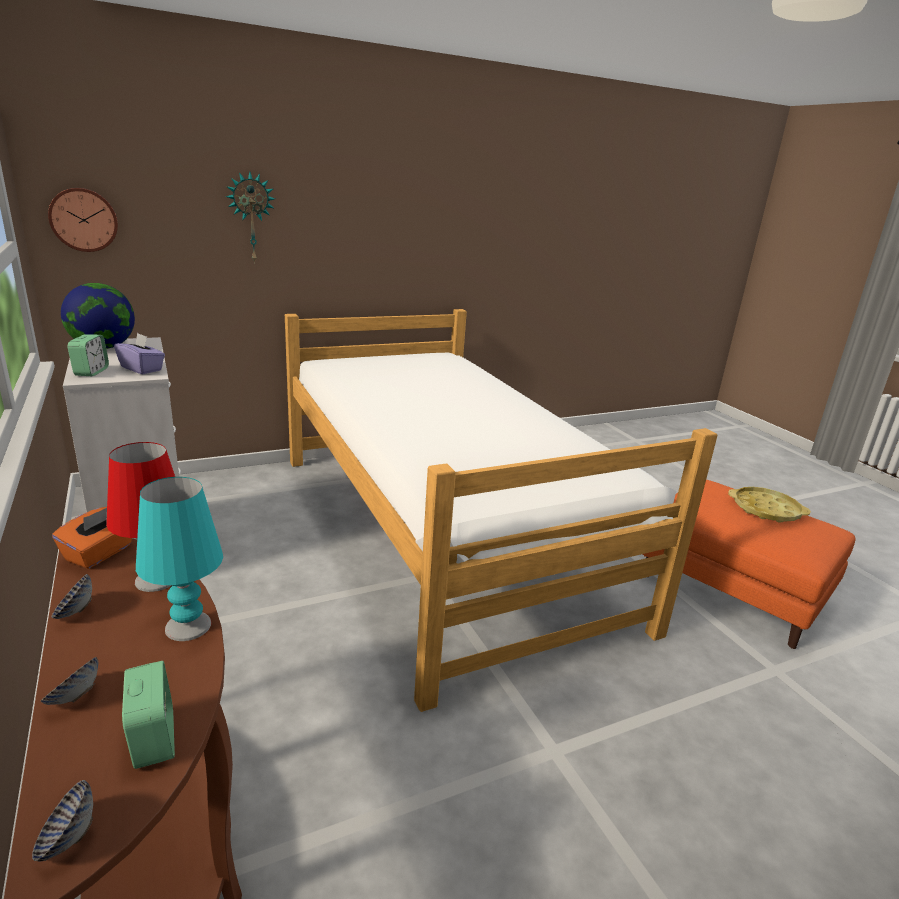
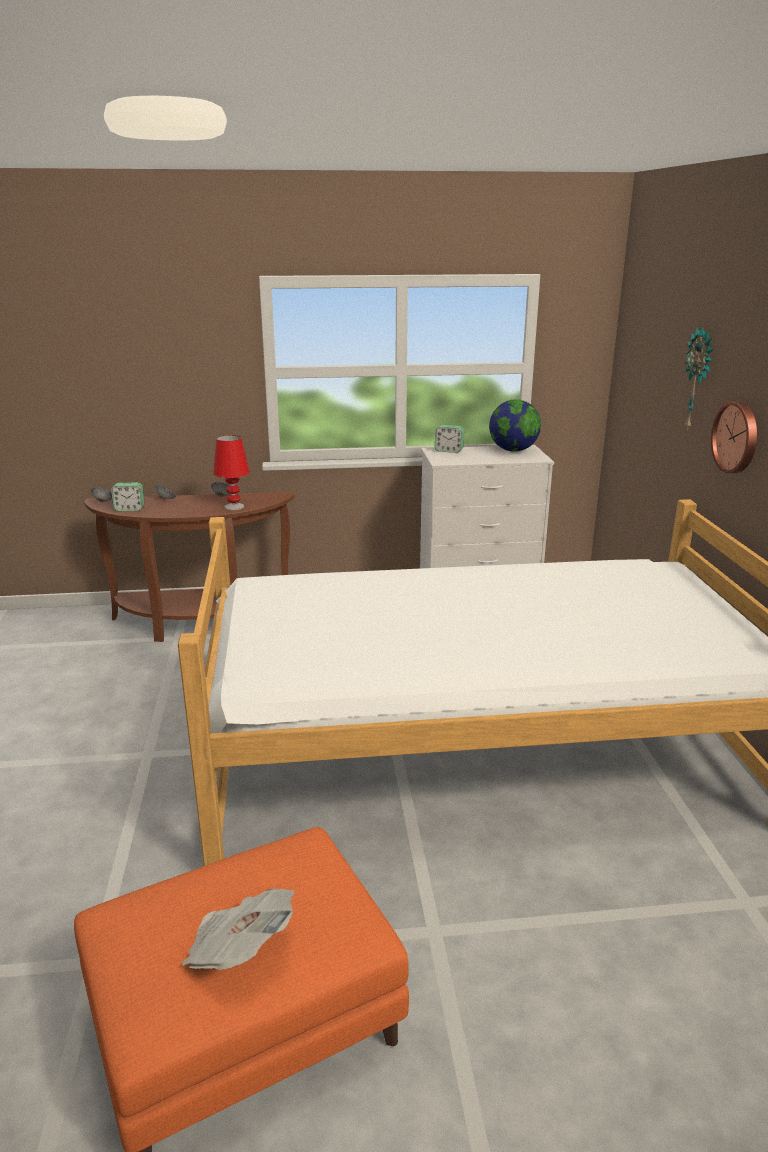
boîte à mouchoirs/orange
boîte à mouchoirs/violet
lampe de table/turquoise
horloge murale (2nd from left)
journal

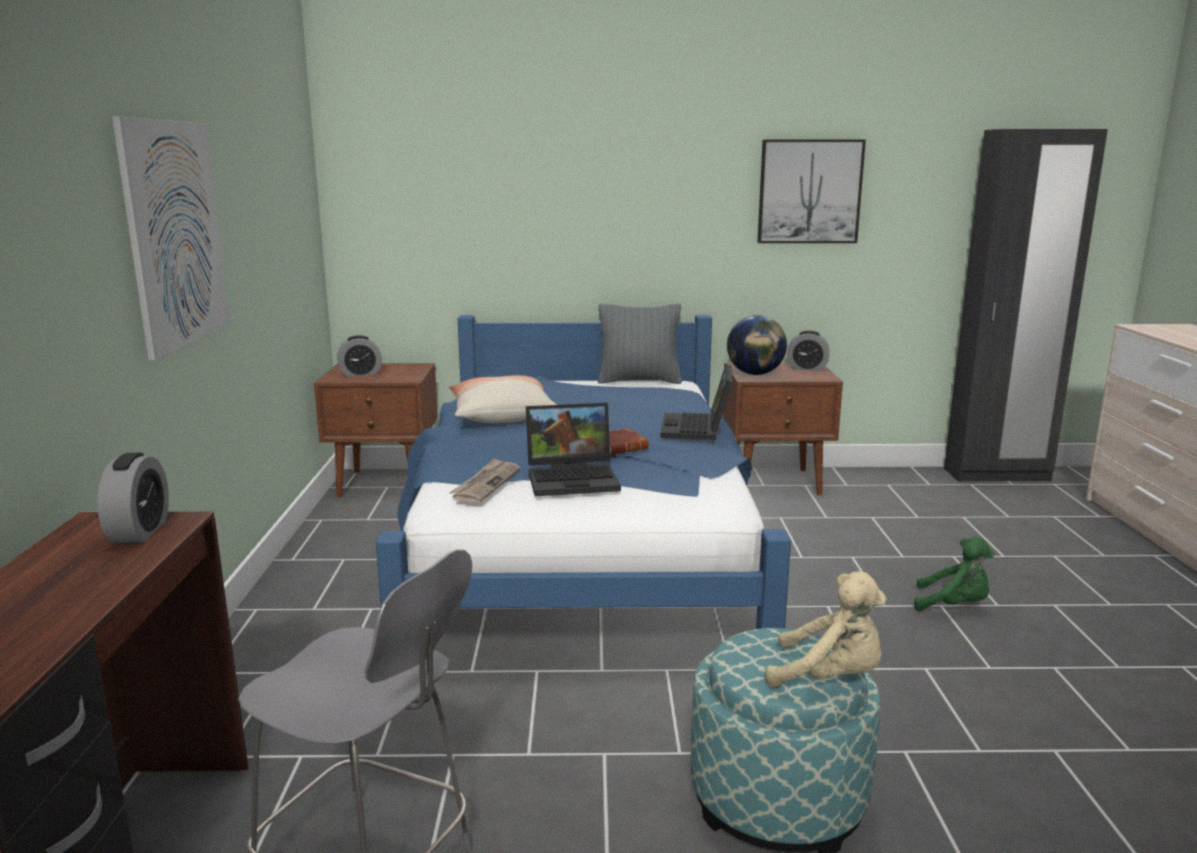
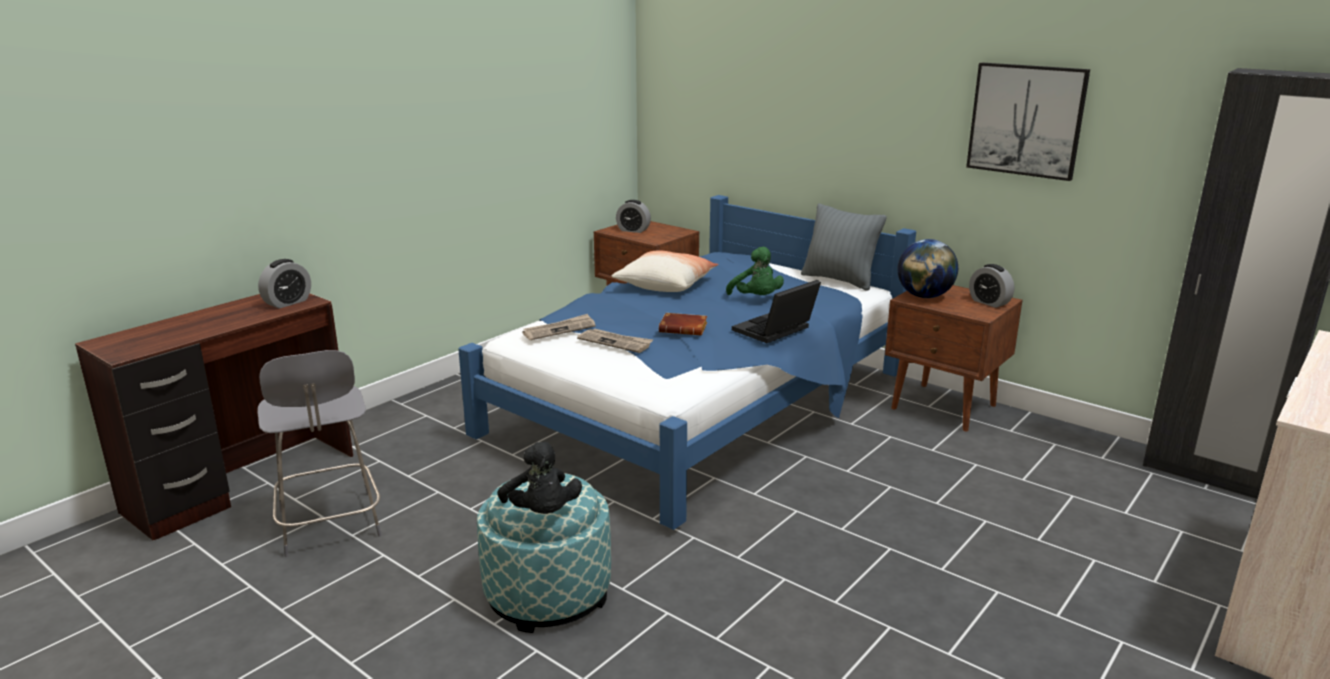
tableau (1st from left in the first image)
peluche/vert
journal (2nd from left)
peluche/noir

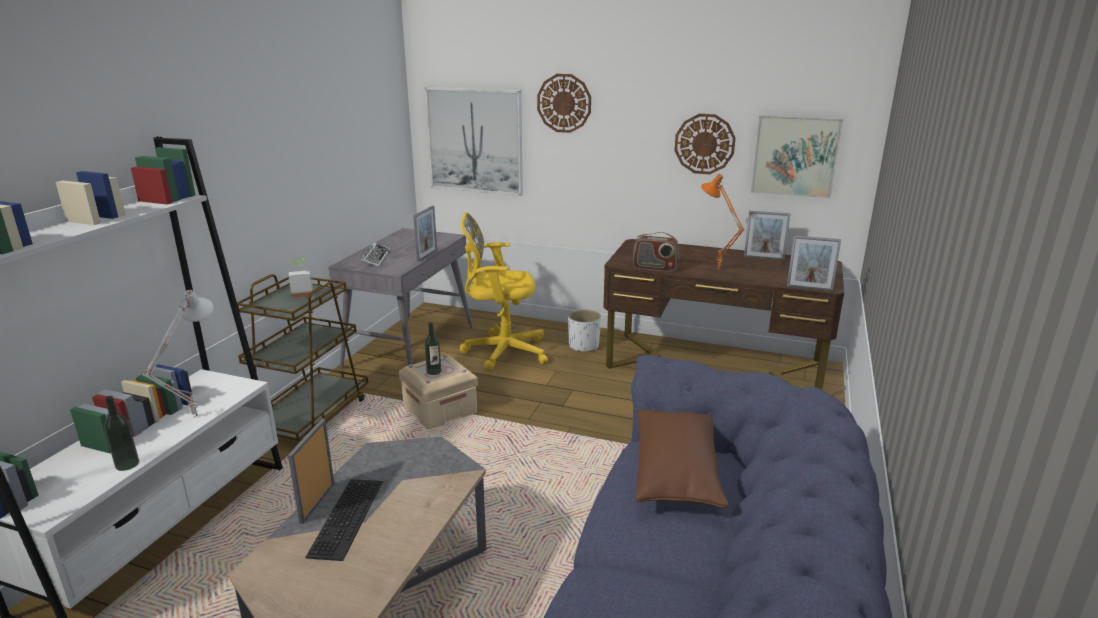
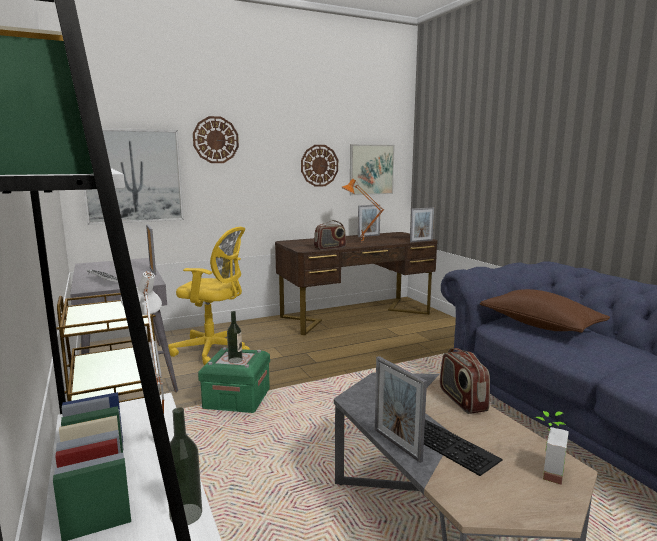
cache-pot/blanc
radio (2nd from left)
plante en pot
boîte de rangement/vert
chaise de bureau/jaune

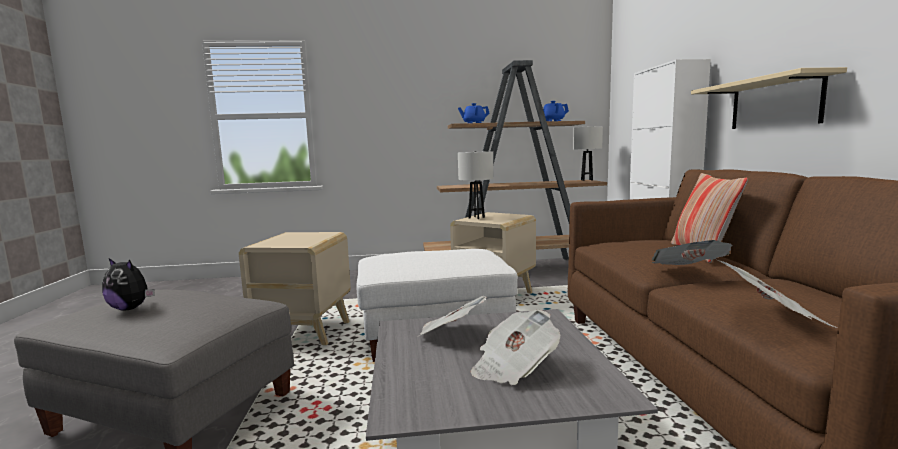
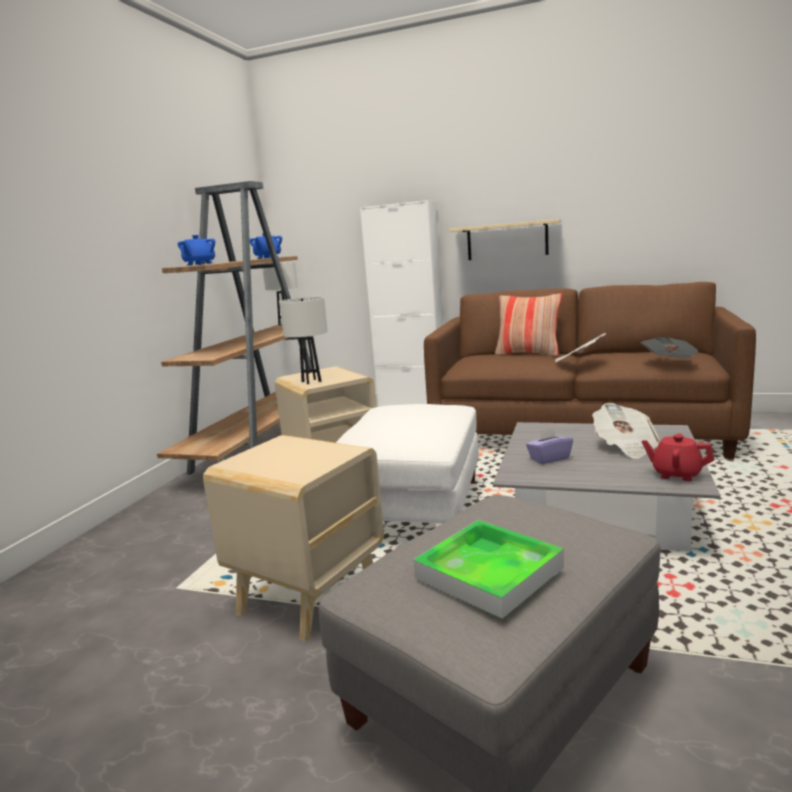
théière/rouge
plateau
boîte à mouchoirs/violet

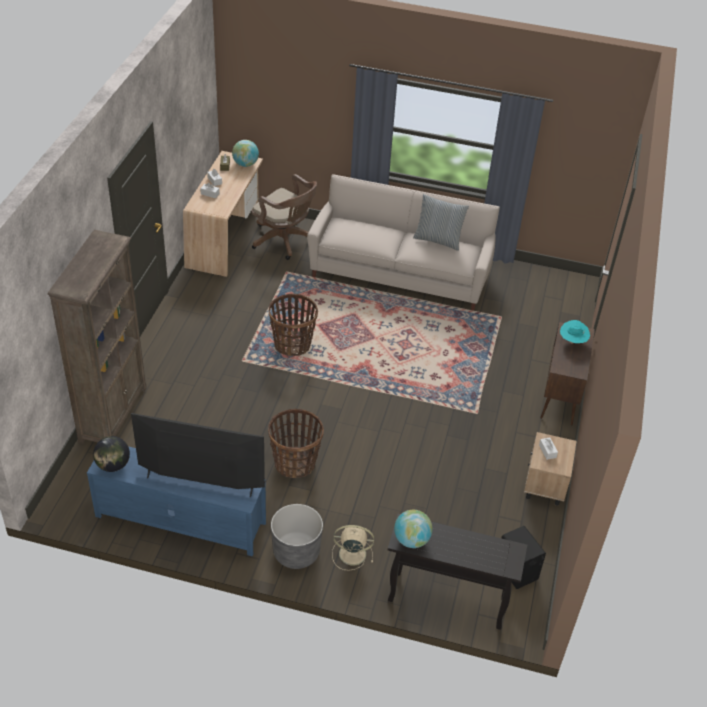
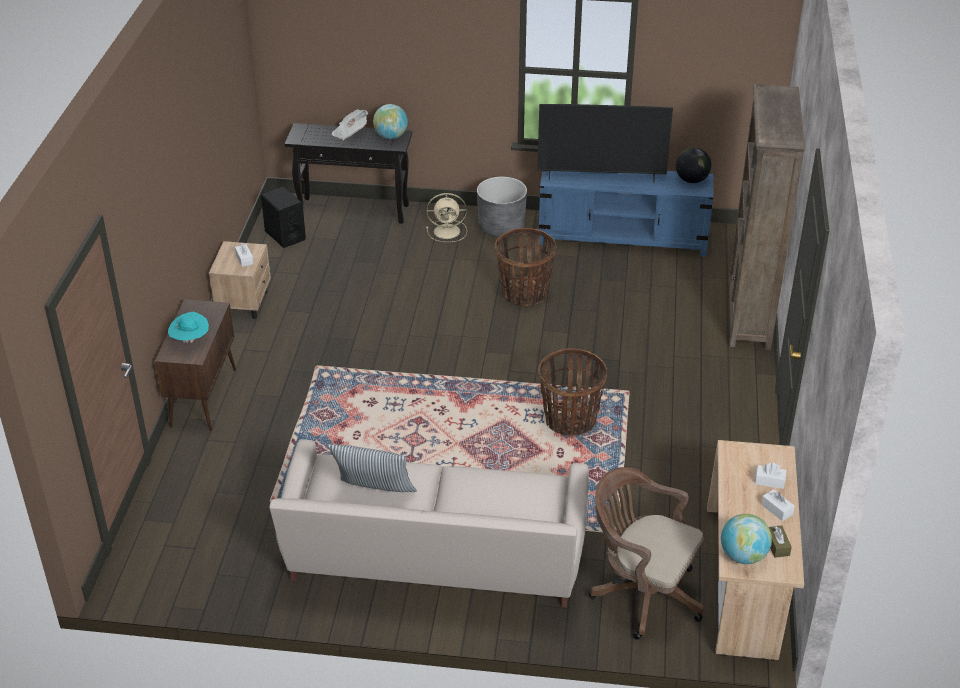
journal

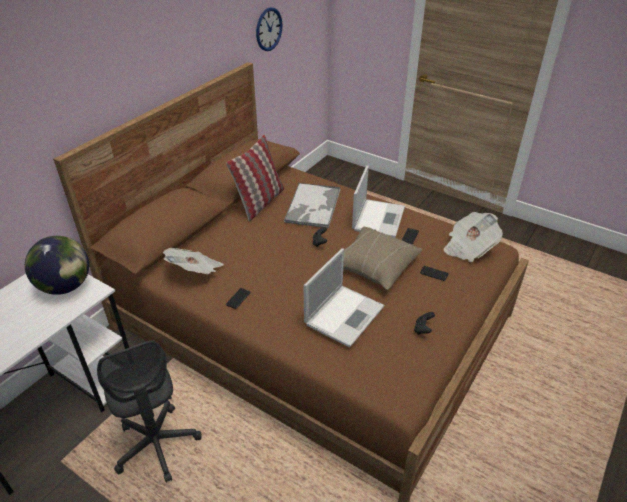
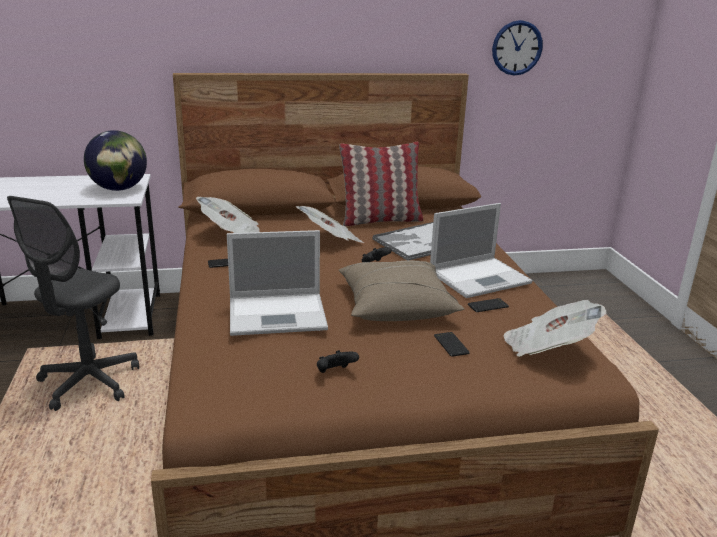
journal (2nd from left)

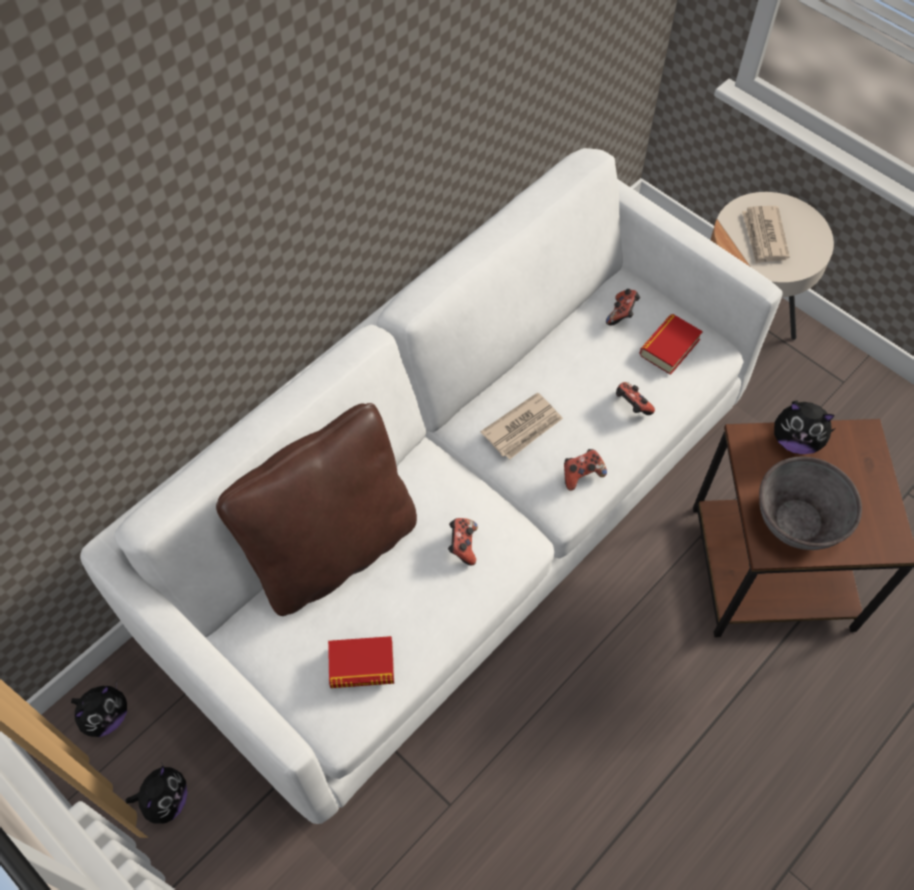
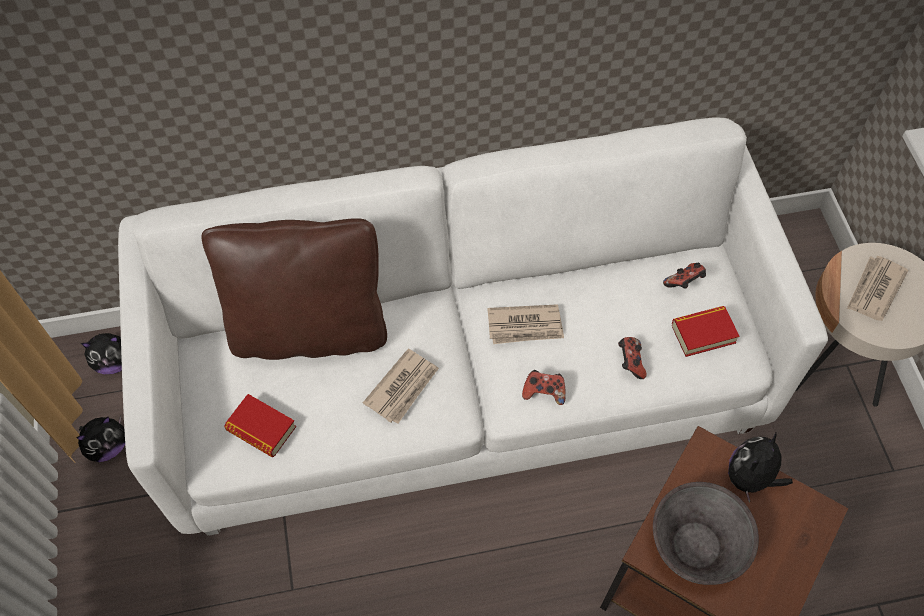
journal (1st from left)
peluche (3rd from left)

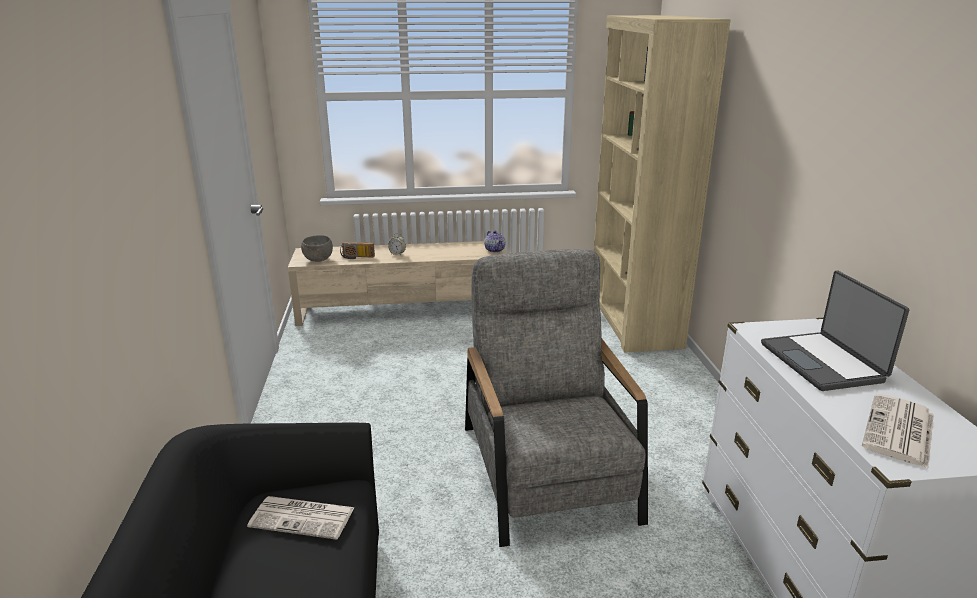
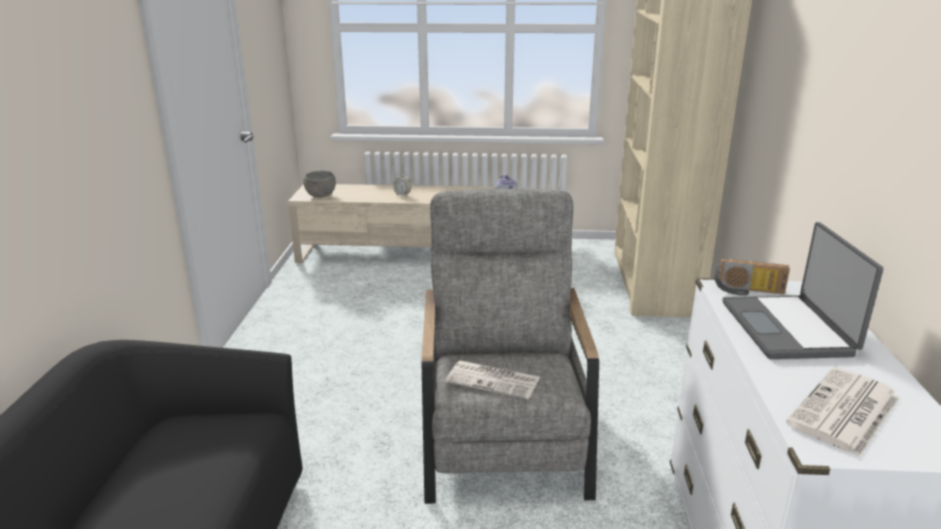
journal (1st from left)
radio

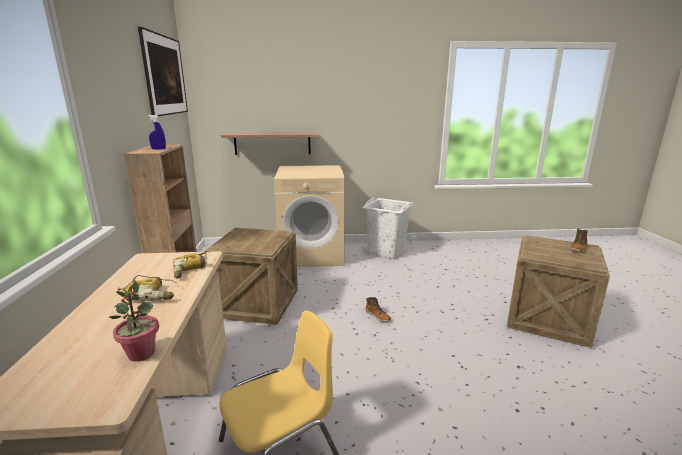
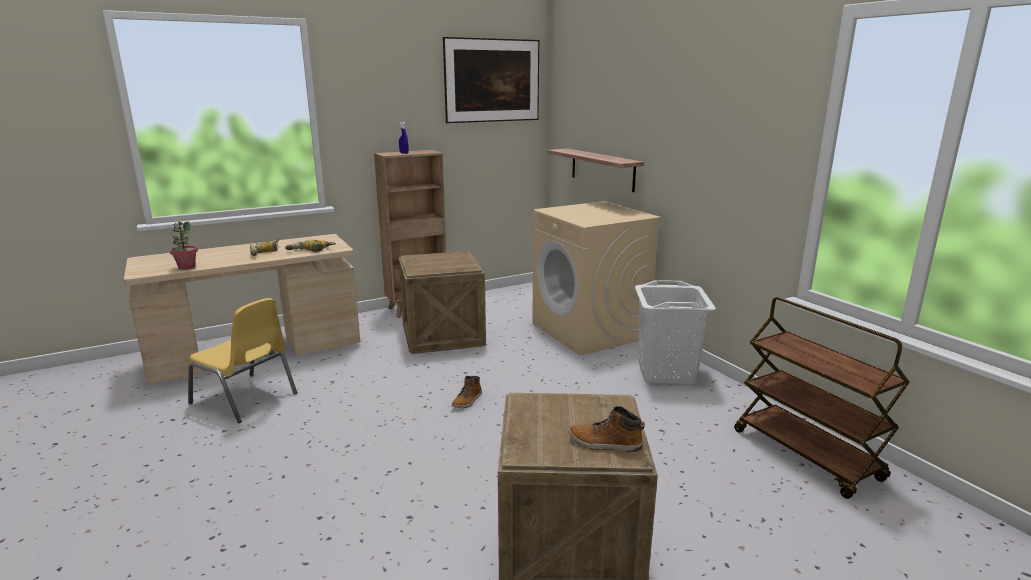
chariot/marron

